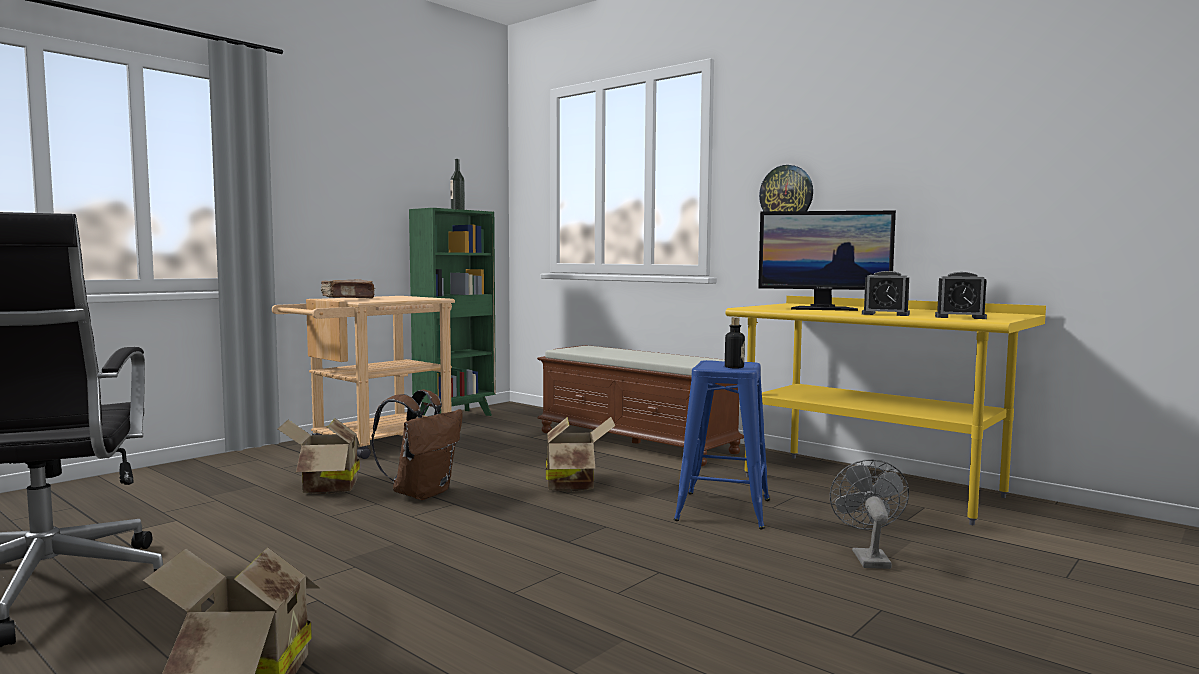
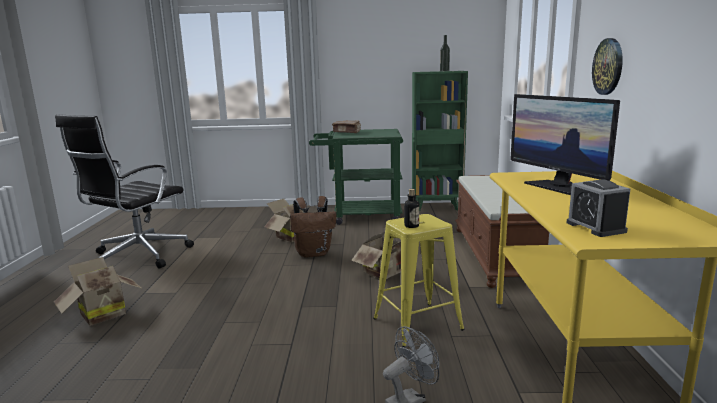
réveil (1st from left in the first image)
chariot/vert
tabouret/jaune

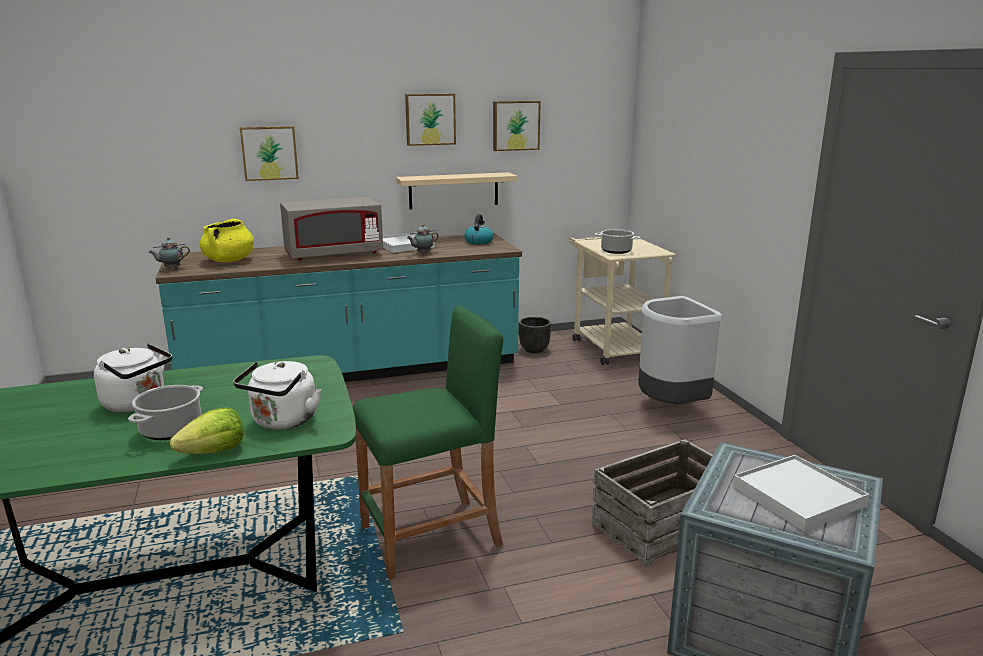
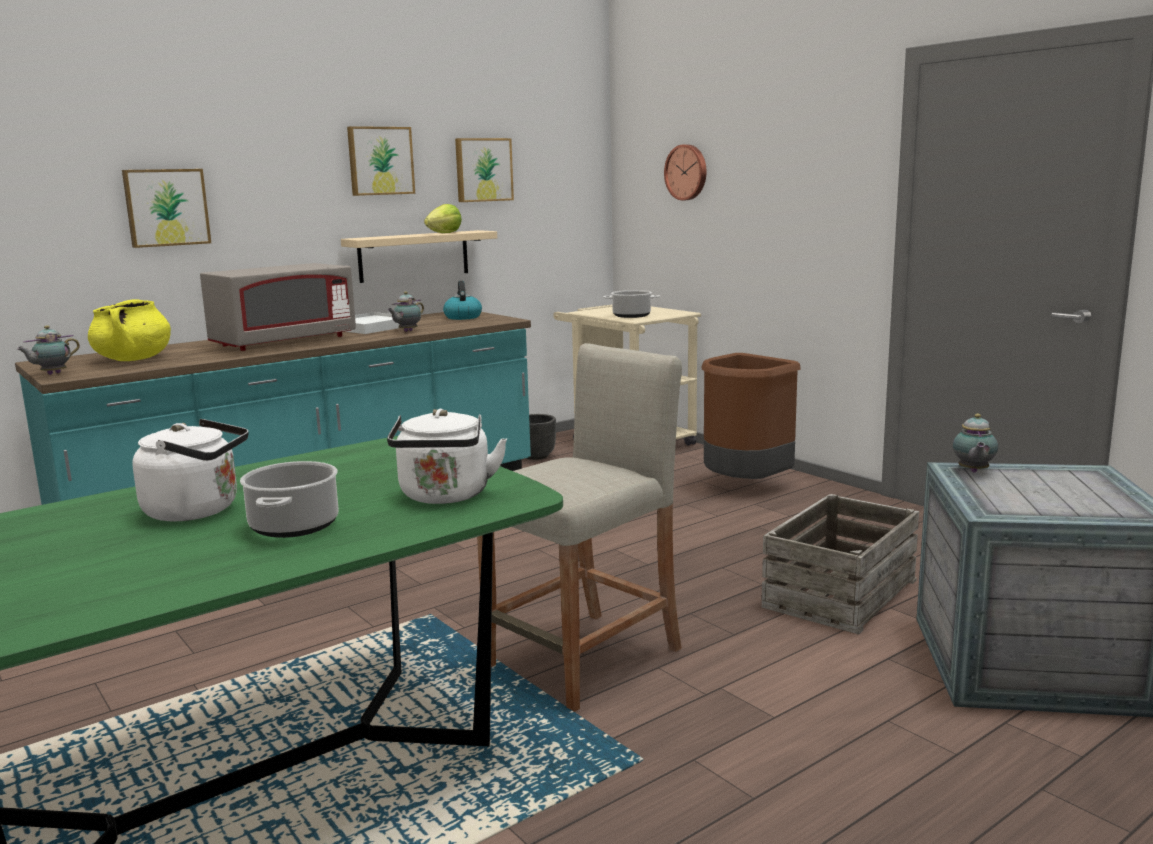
plateau/blanc (2nd from left in the first image)
horloge murale
théière (3rd from left)
laitue
tabouret/beige
poubelle/marron

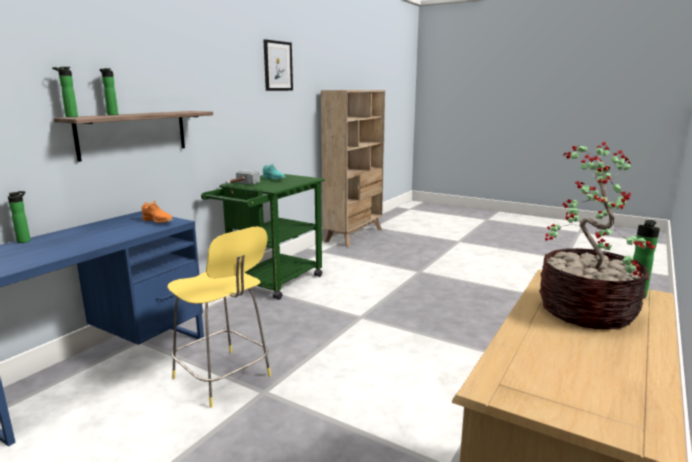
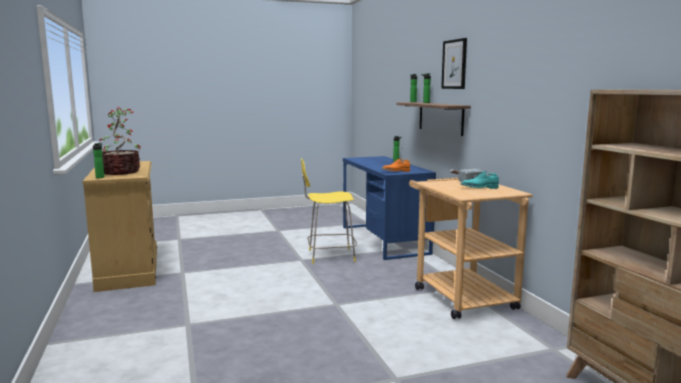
tableau
chariot/beige

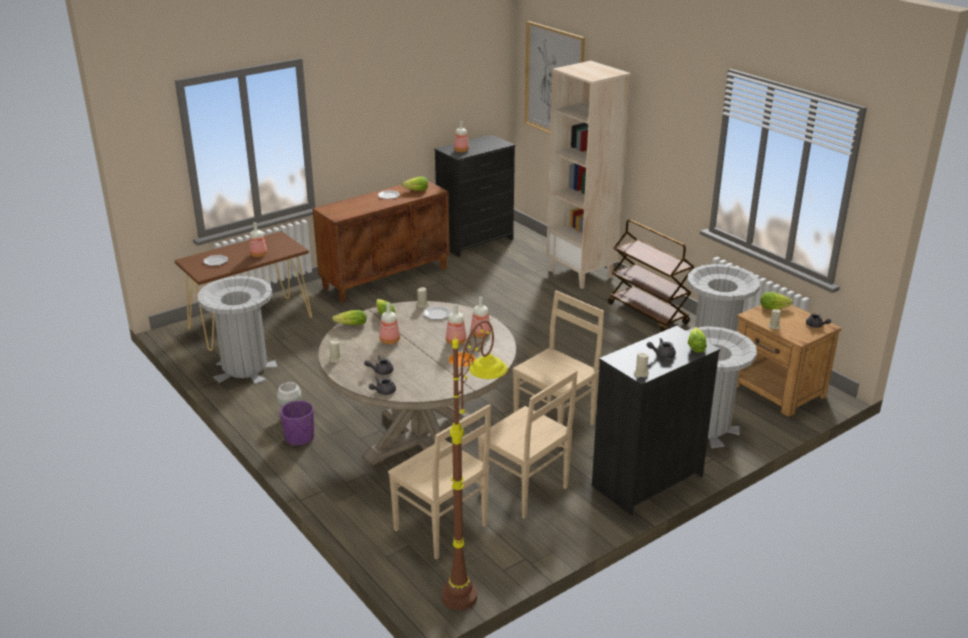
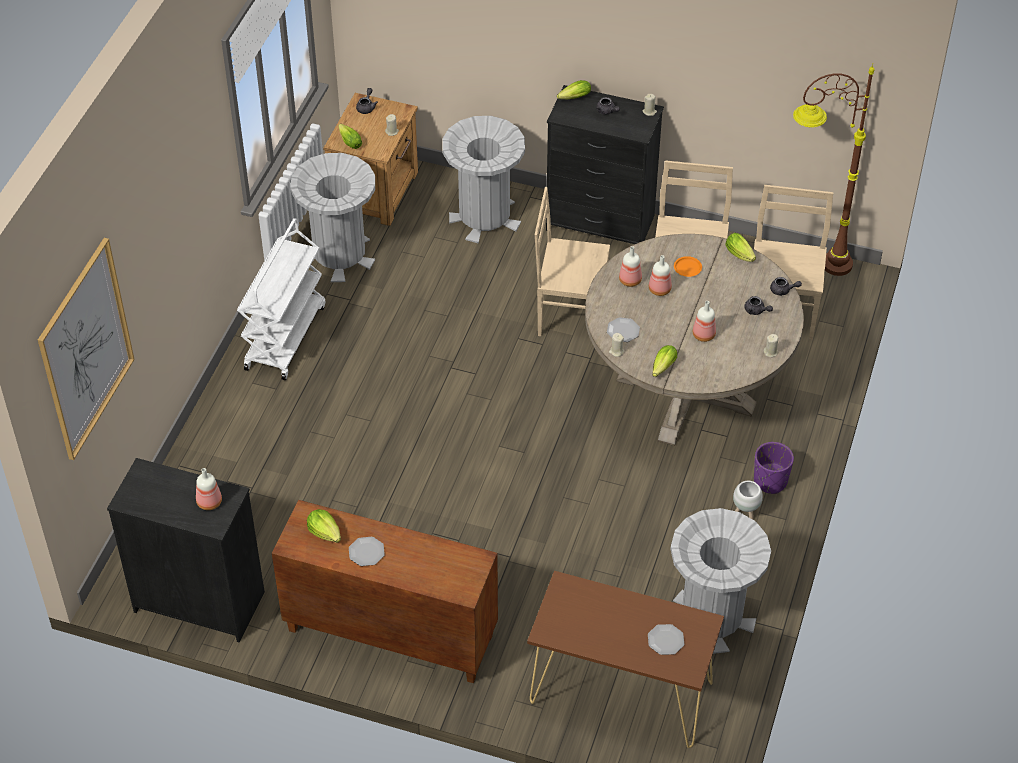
bouteille (1st from left in the first image)
bibliothèque/beige
laitue (5th from left)
chariot/blanc

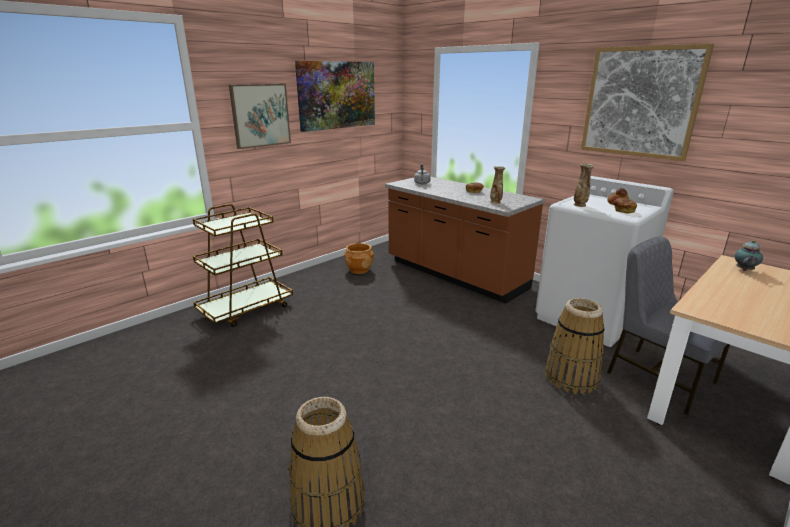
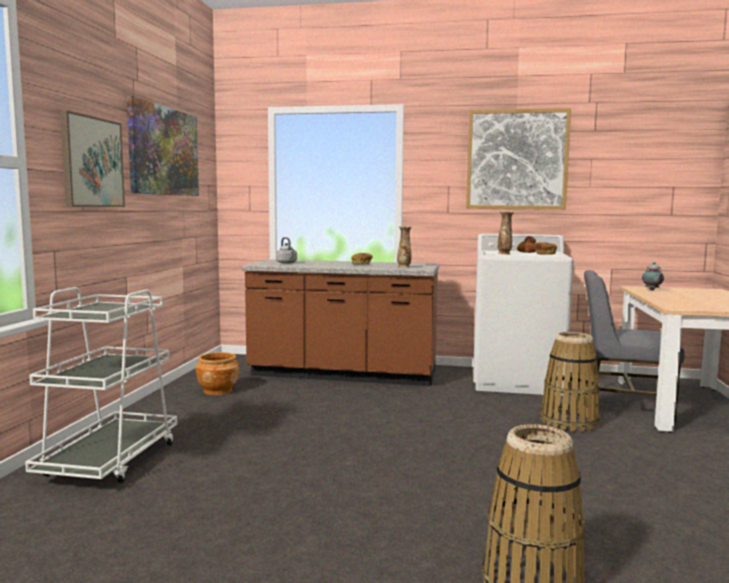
chariot/blanc

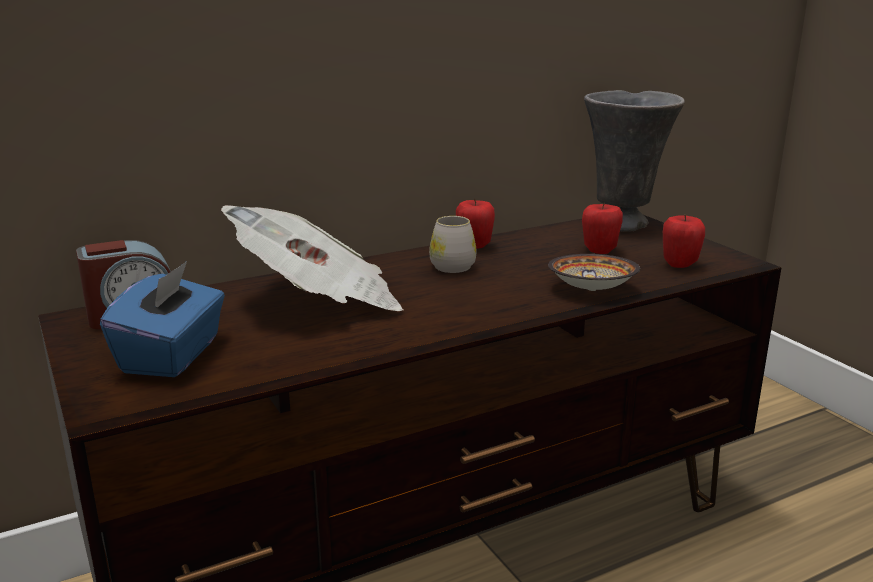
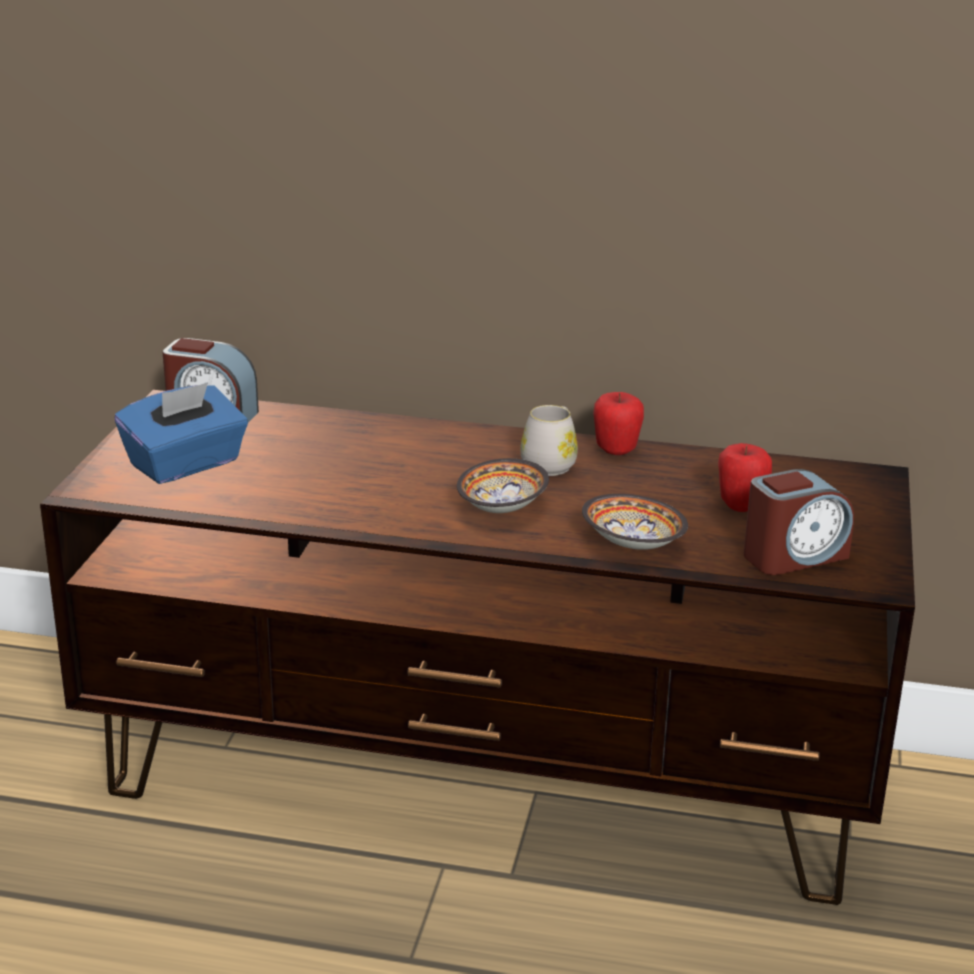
journal
vase/gris
bol (1st from left)
réveil (2nd from left)

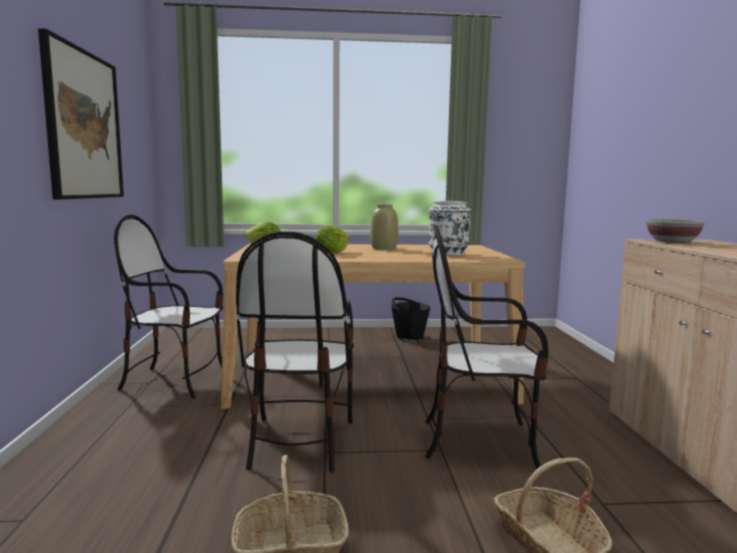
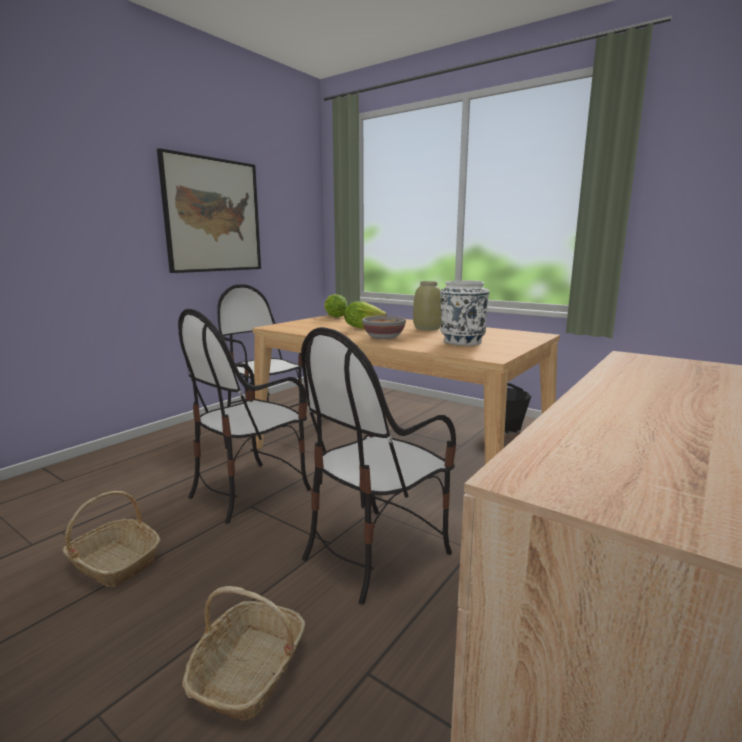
bol
chaise (3rd from left)

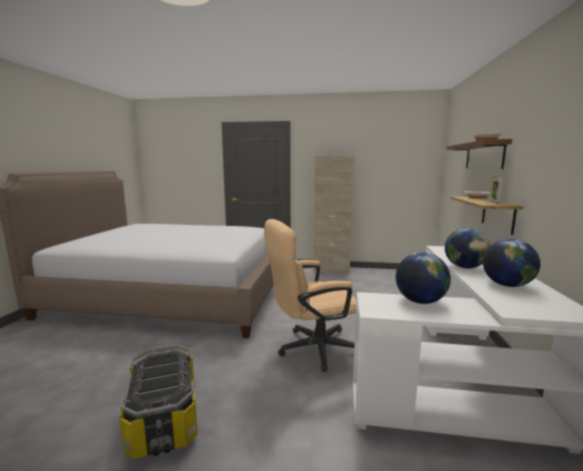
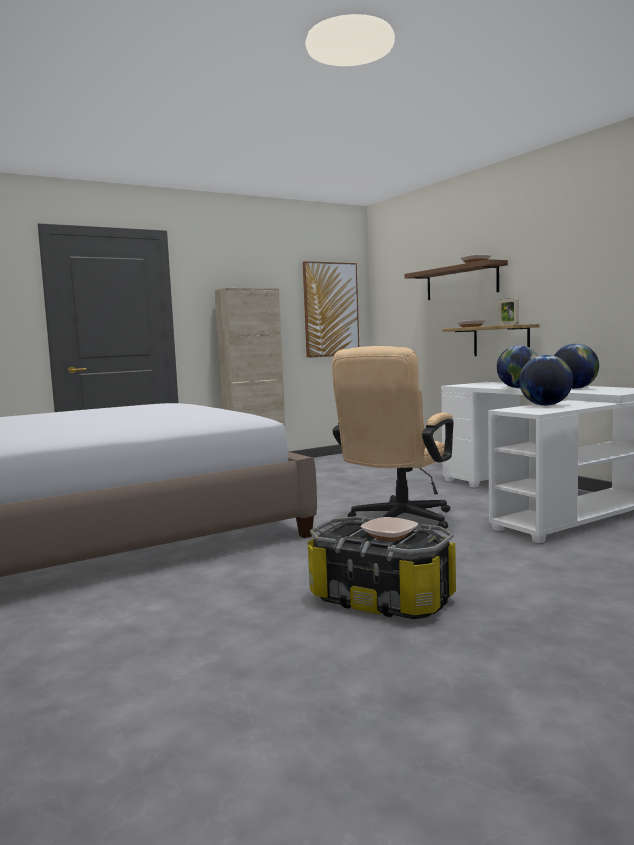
tableau
bol (1st from left)

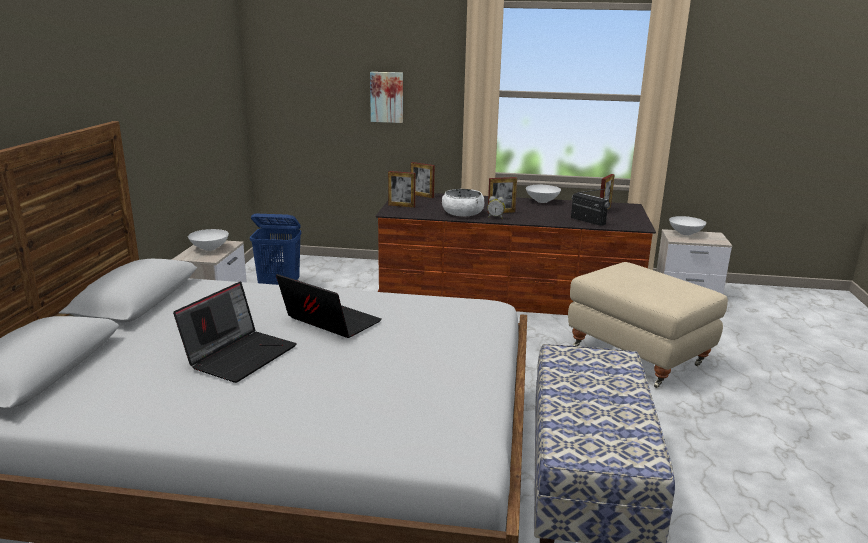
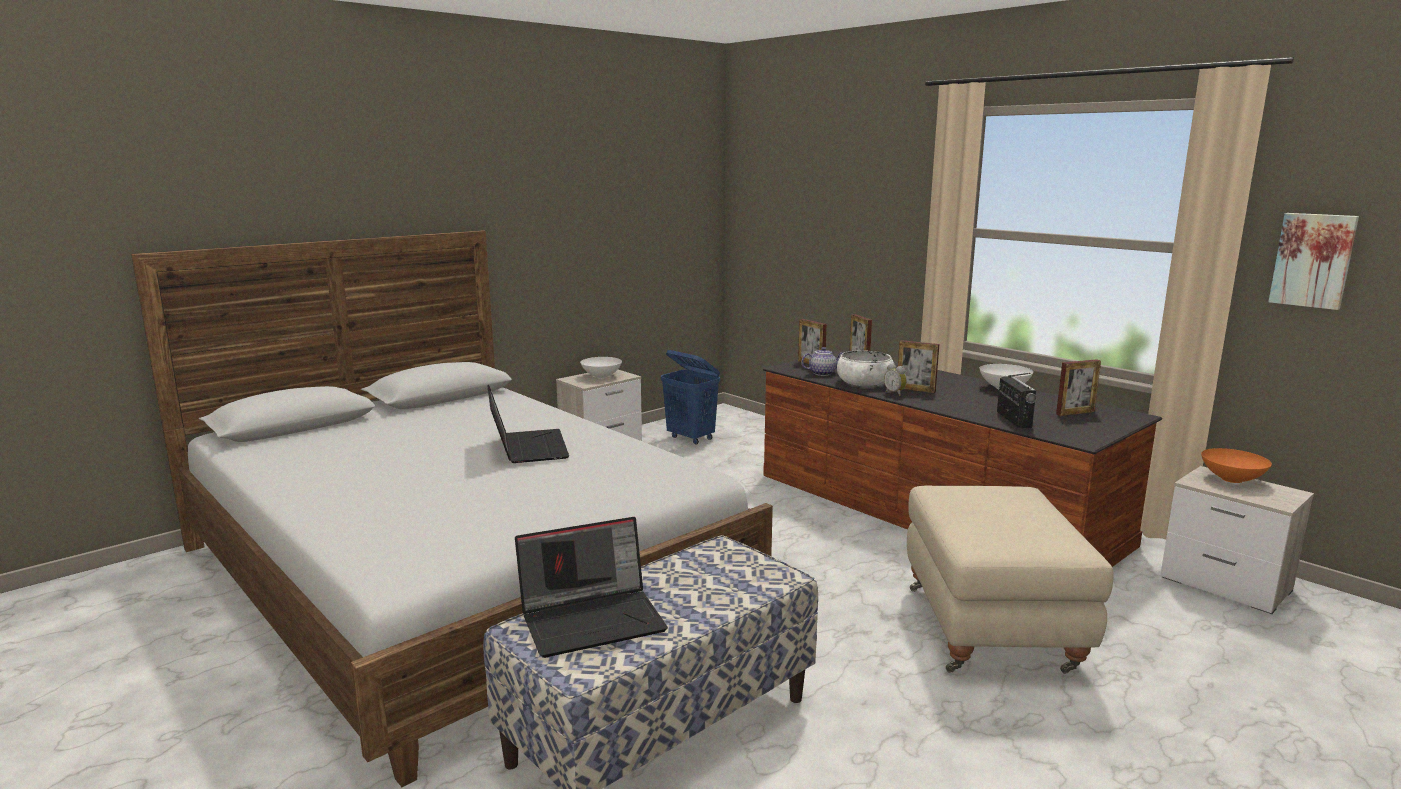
théière
ordinateur portable (2nd from left)
tableau
bol/orange

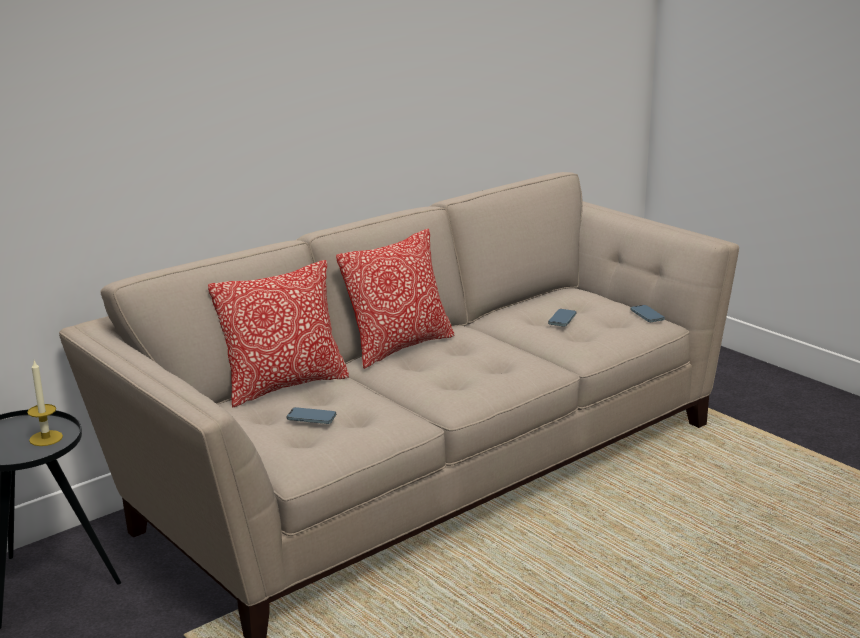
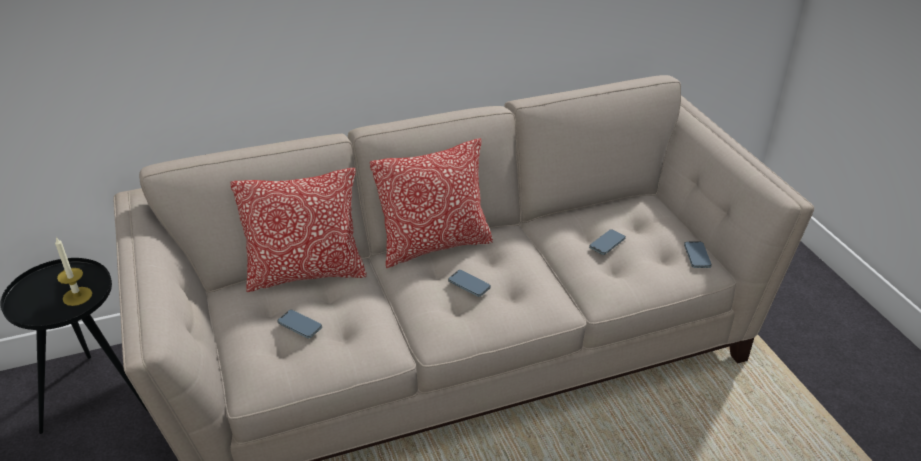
téléphone (2nd from left)

